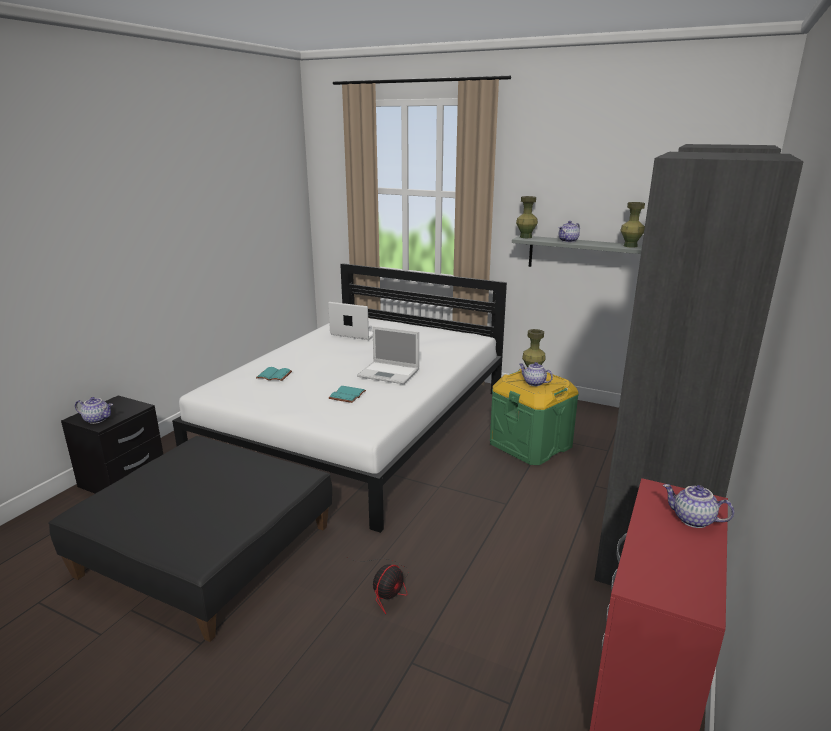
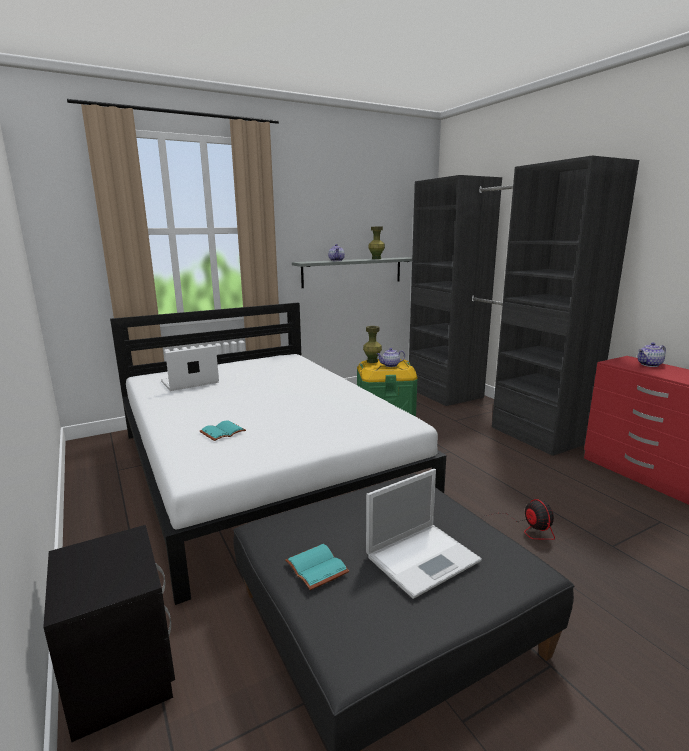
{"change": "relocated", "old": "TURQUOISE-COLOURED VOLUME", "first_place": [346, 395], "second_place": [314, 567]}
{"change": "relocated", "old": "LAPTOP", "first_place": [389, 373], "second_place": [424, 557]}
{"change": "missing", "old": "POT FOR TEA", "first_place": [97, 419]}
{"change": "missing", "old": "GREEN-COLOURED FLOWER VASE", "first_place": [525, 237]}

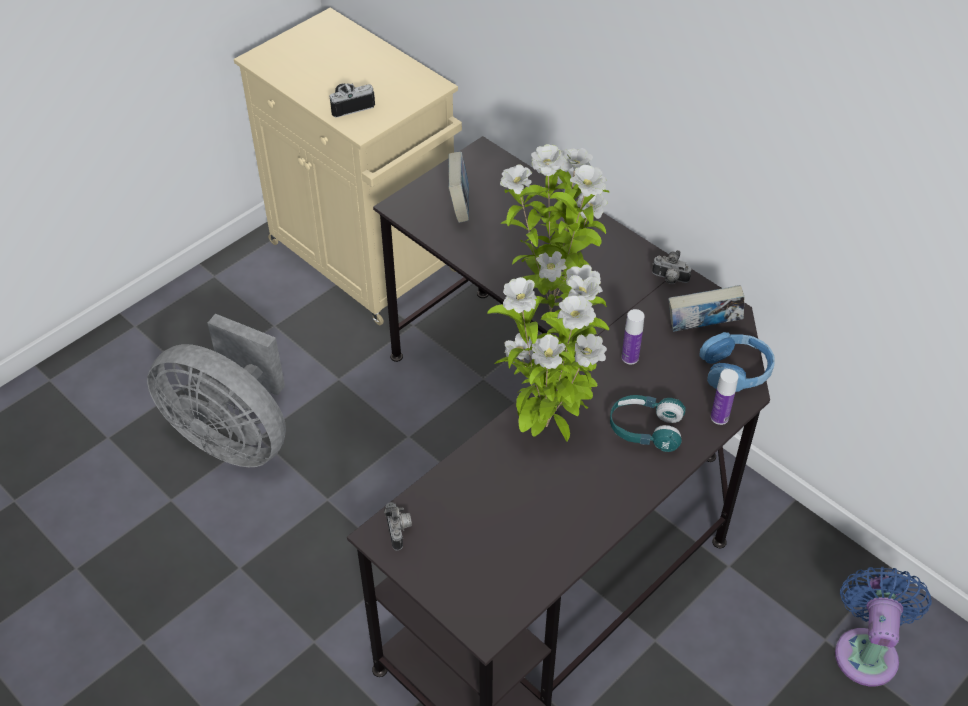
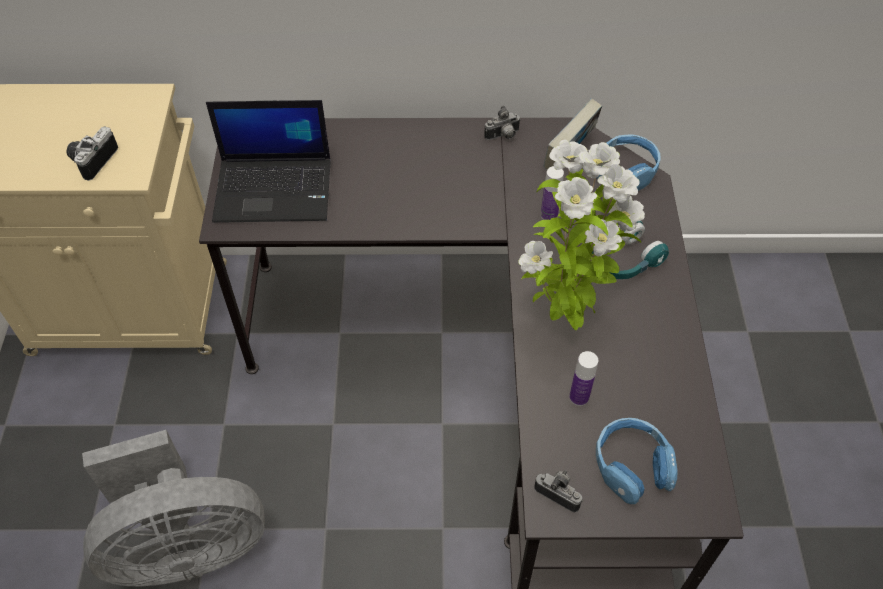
{"change": "exchanged", "old": "VOLUME", "new": "LAPTOP", "first_place": [459, 206], "second_place": [275, 189]}
{"change": "relocated", "old": "BEVERAGE BOTTLE", "first_place": [719, 417], "second_place": [579, 397]}
{"change": "appeared", "new": "BLUE PAIR OF HEADPHONES", "second_place": [631, 465]}
{"change": "missing", "old": "POTTED PLANT", "first_place": [552, 309]}
{"change": "missing", "old": "BLUE ELECTRIC FAN", "first_place": [867, 650]}

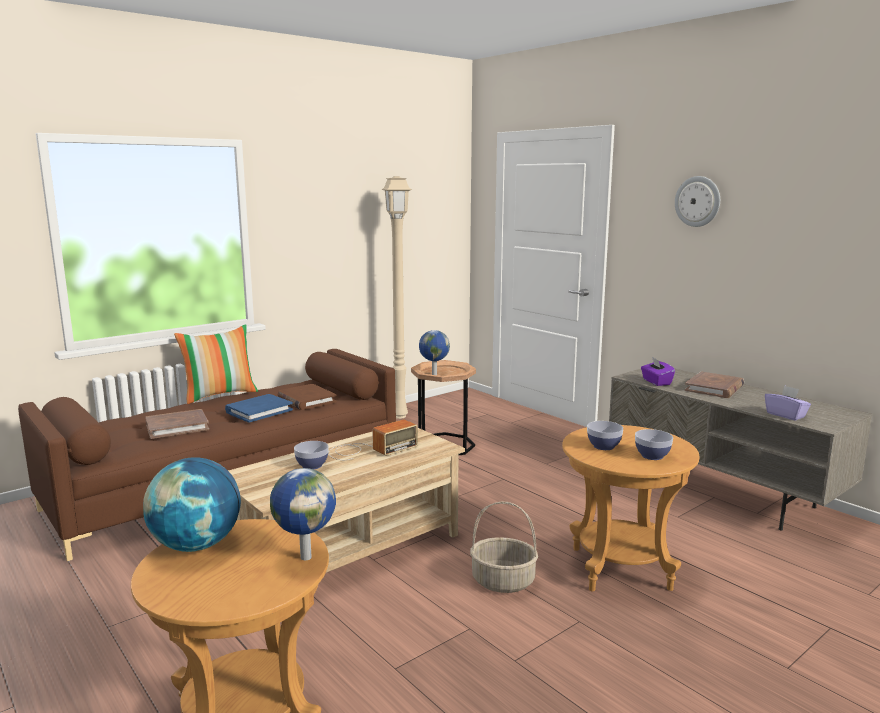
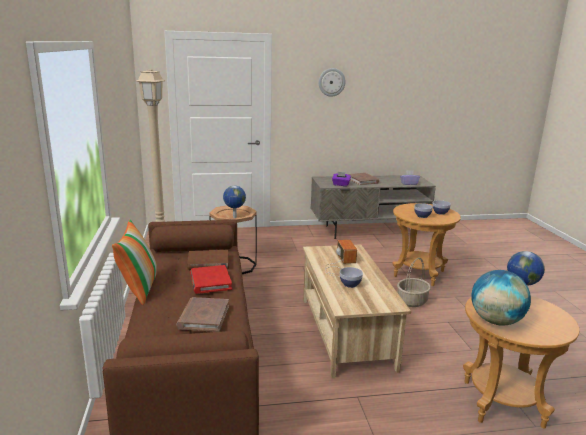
{"change": "colour", "old": "BLUE VOLUME", "new": "REDDISH VOLUME", "first_place": [259, 411], "second_place": [210, 282]}

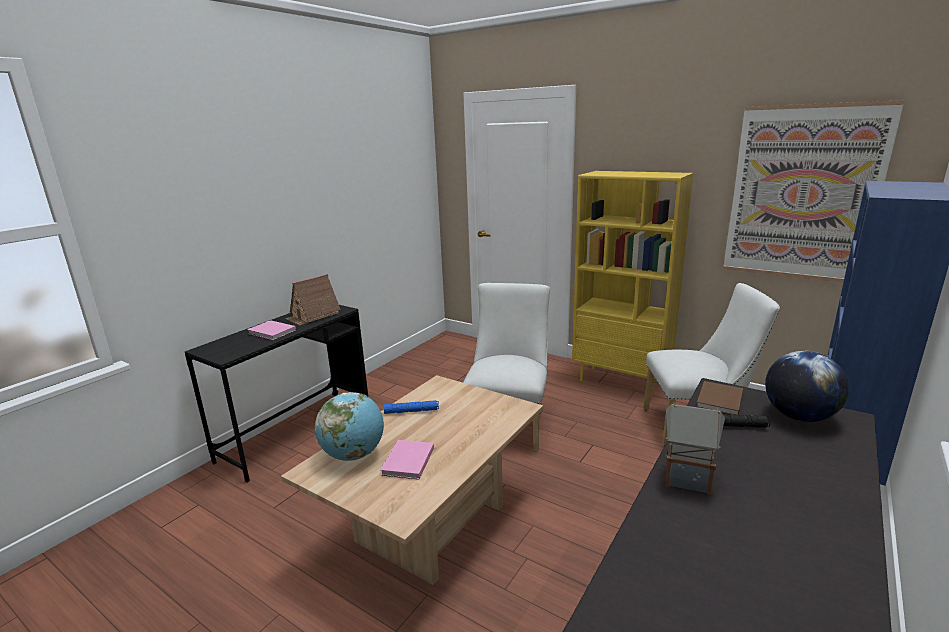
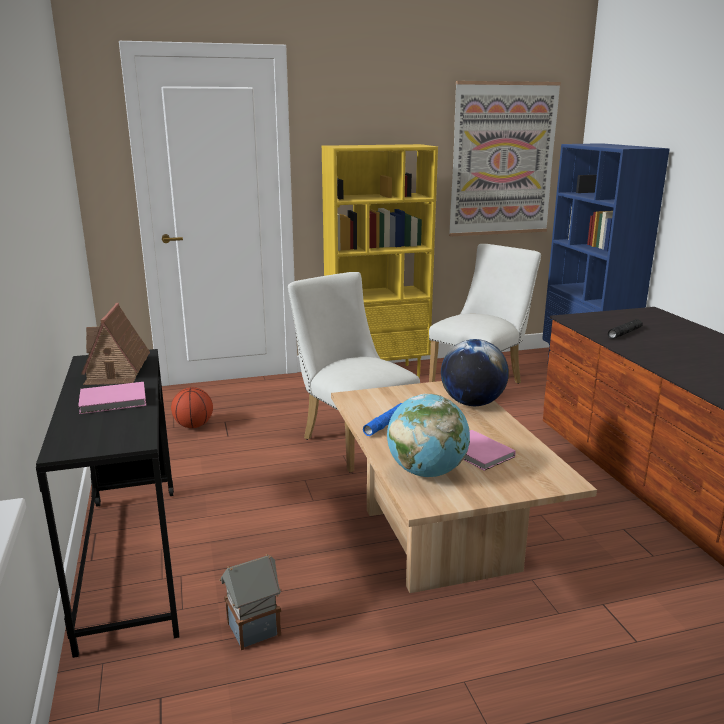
{"change": "appeared", "new": "BASKETBALL BALL", "second_place": [194, 426]}
{"change": "relocated", "old": "TOY HOUSE", "first_place": [685, 477], "second_place": [252, 630]}
{"change": "relocated", "old": "GLOBE", "first_place": [799, 417], "second_place": [472, 403]}
{"change": "missing", "old": "BROWN VOLUME", "first_place": [718, 401]}

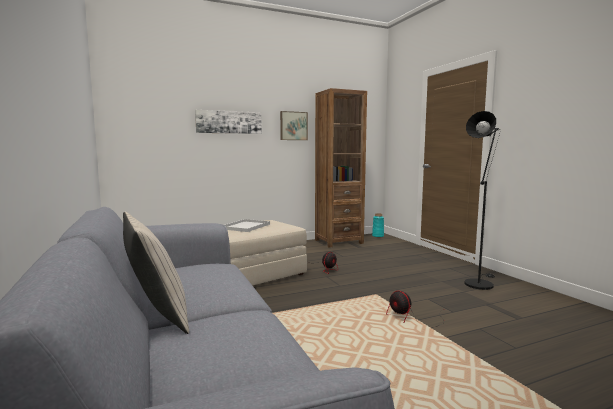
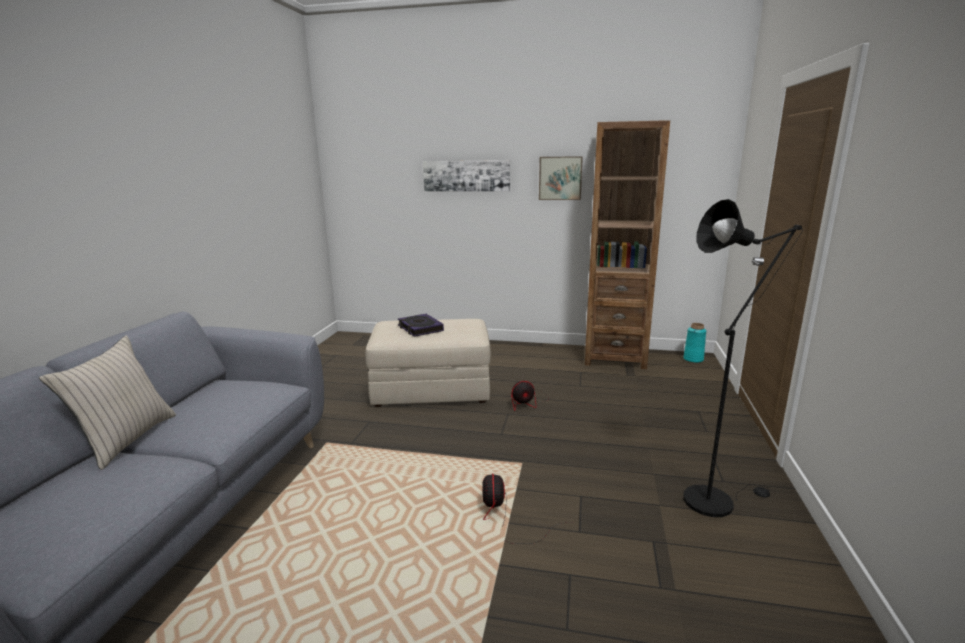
{"change": "exchanged", "old": "WHITISH CARRYING TRAY", "new": "VOLUME", "first_place": [245, 226], "second_place": [420, 328]}

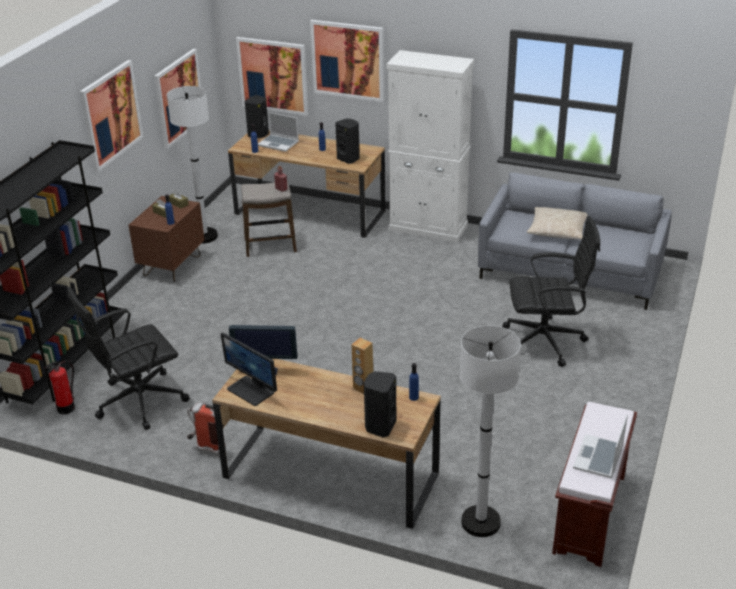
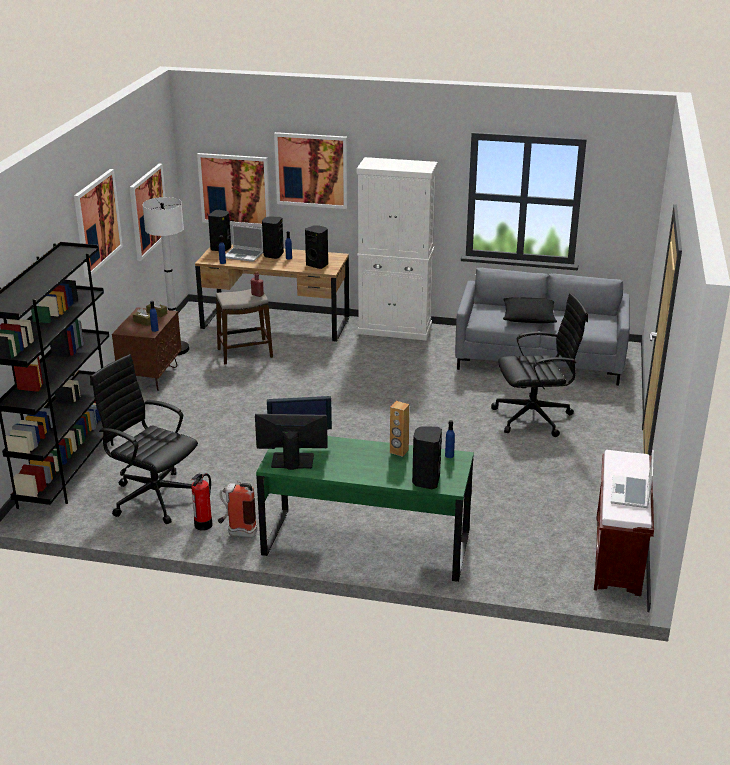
{"change": "spun", "old": "BLACKISH DESK CHAIR", "first_place": [138, 401], "second_place": [154, 497], "degrees": 75}
{"change": "relocated", "old": "EXTINGUISHER", "first_place": [66, 408], "second_place": [203, 525]}
{"change": "spun", "old": "MONITOR", "first_place": [251, 390], "second_place": [292, 461], "degrees": 150}
{"change": "colour", "old": "BROWN DESK TABLE", "new": "GREEN-COLOURED DESK TABLE", "first_place": [330, 475], "second_place": [366, 544]}
{"change": "appeared", "new": "BLACKISH AUDIO SPEAKER", "second_place": [273, 255]}
{"change": "colour", "old": "SAND-COLOURED PILLOW", "new": "BLACKISH PILLOW", "first_place": [557, 230], "second_place": [528, 317]}
{"change": "missing", "old": "WHITISH STANDING LAMP", "first_place": [480, 522]}

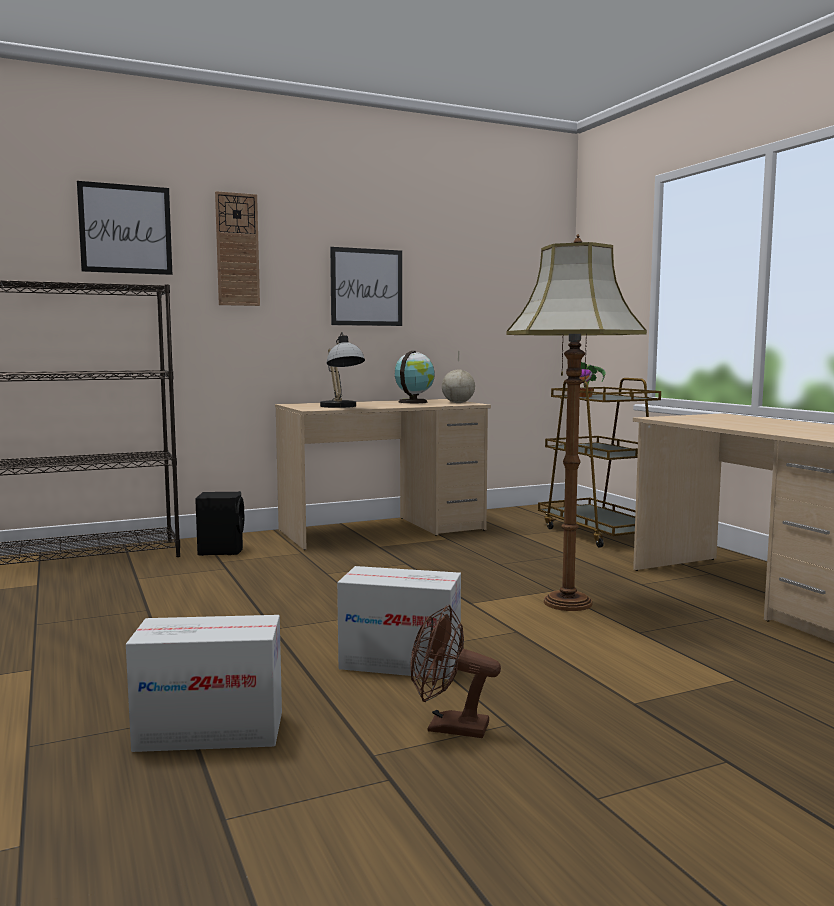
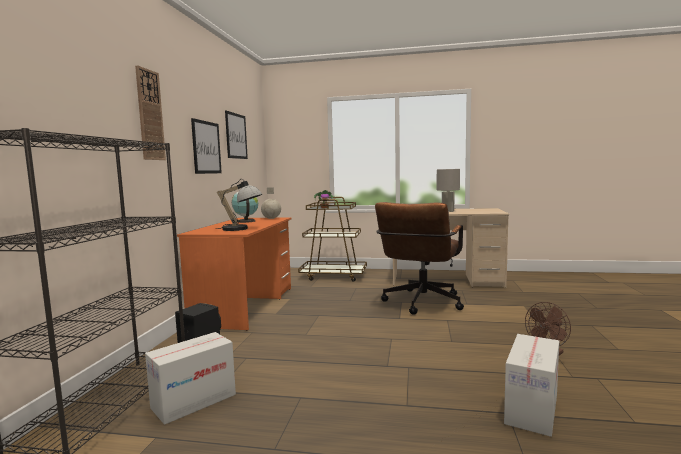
{"change": "relocated", "old": "CARDBOARD BOX", "first_place": [400, 662], "second_place": [194, 401]}
{"change": "colour", "old": "SAND-COLOURED DESK TABLE", "new": "ORANGE DESK TABLE", "first_place": [382, 530], "second_place": [245, 306]}
{"change": "relocated", "old": "WALL ART", "first_place": [125, 229], "second_place": [236, 136]}
{"change": "exchanged", "old": "STANDING LAMP", "new": "BROWN DESK CHAIR", "first_place": [566, 603], "second_place": [420, 304]}
{"change": "appeared", "new": "GREYISH TABLE LAMP", "second_place": [448, 211]}

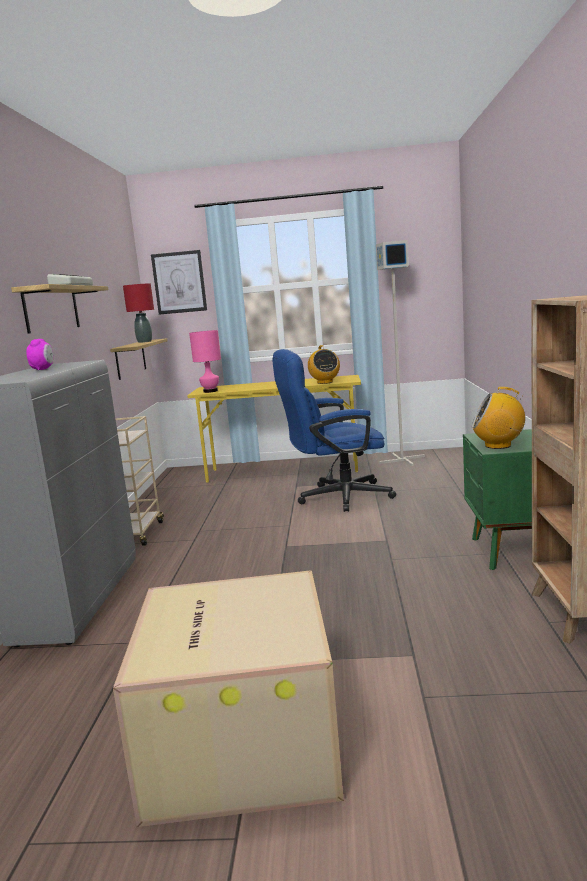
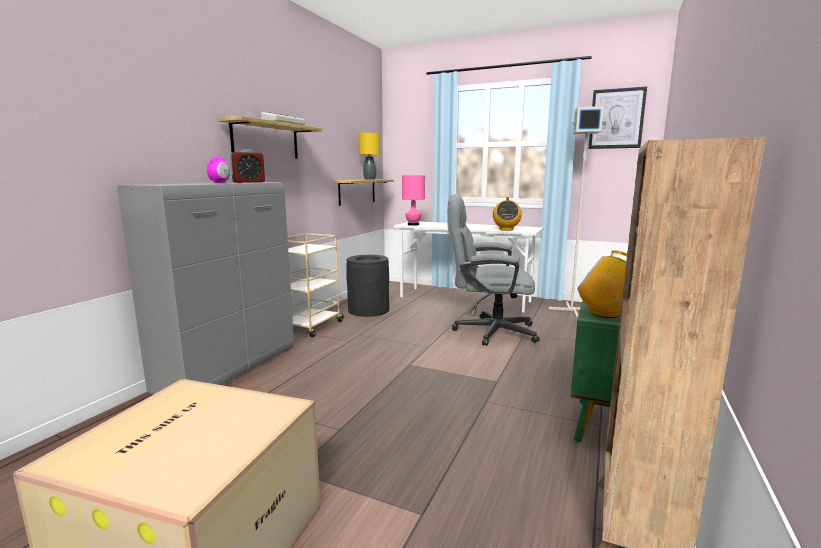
{"change": "appeared", "new": "ALARM CLOCK", "second_place": [248, 182]}
{"change": "appeared", "new": "BLACKISH RUBBISH BIN", "second_place": [368, 310]}
{"change": "colour", "old": "REDDISH TABLE LAMP", "new": "YELLOWISH TABLE LAMP", "first_place": [145, 342], "second_place": [370, 179]}
{"change": "colour", "old": "YELLOWISH DESK TABLE", "new": "WHITISH DESK TABLE", "first_place": [283, 470], "second_place": [465, 299]}
{"change": "colour", "old": "BLUE DESK CHAIR", "new": "GREYISH DESK CHAIR", "first_place": [336, 498], "second_place": [487, 331]}
{"change": "relocated", "old": "WALL ART", "first_place": [179, 282], "second_place": [616, 119]}

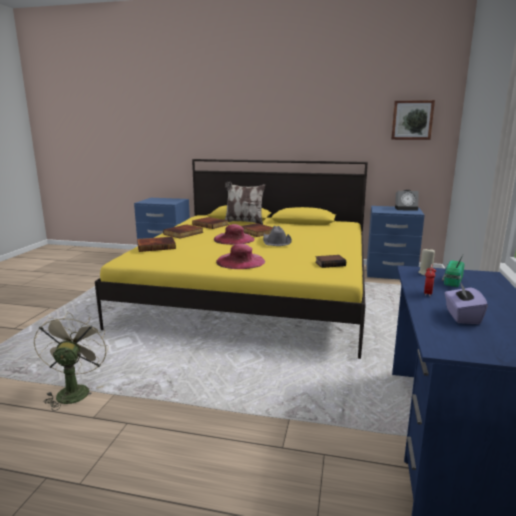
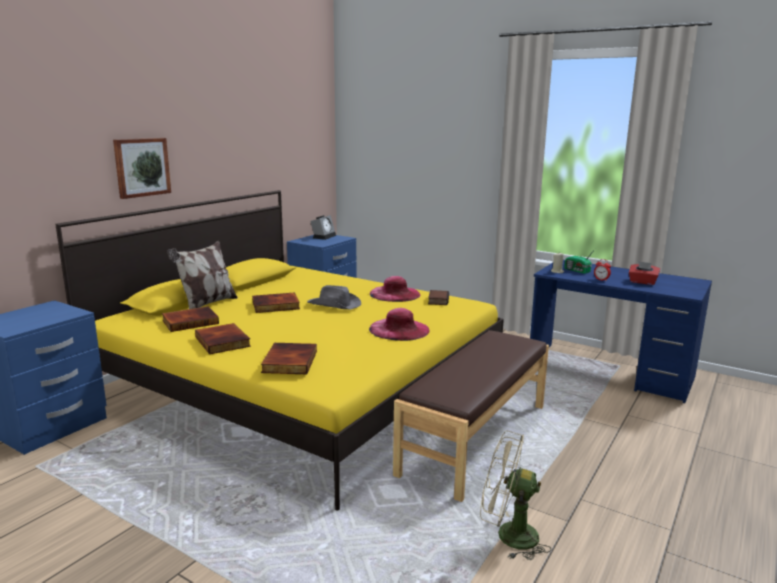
{"change": "relocated", "old": "WALL ART", "first_place": [412, 120], "second_place": [141, 167]}
{"change": "relocated", "old": "PINK-COLOURED CLOTHING HAT", "first_place": [234, 239], "second_place": [394, 294]}
{"change": "appeared", "new": "BROWN LONG SEAT", "second_place": [474, 438]}
{"change": "colour", "old": "PURPLISH TISSUE HOLDER", "new": "REDDISH TISSUE HOLDER", "first_place": [462, 316], "second_place": [642, 282]}

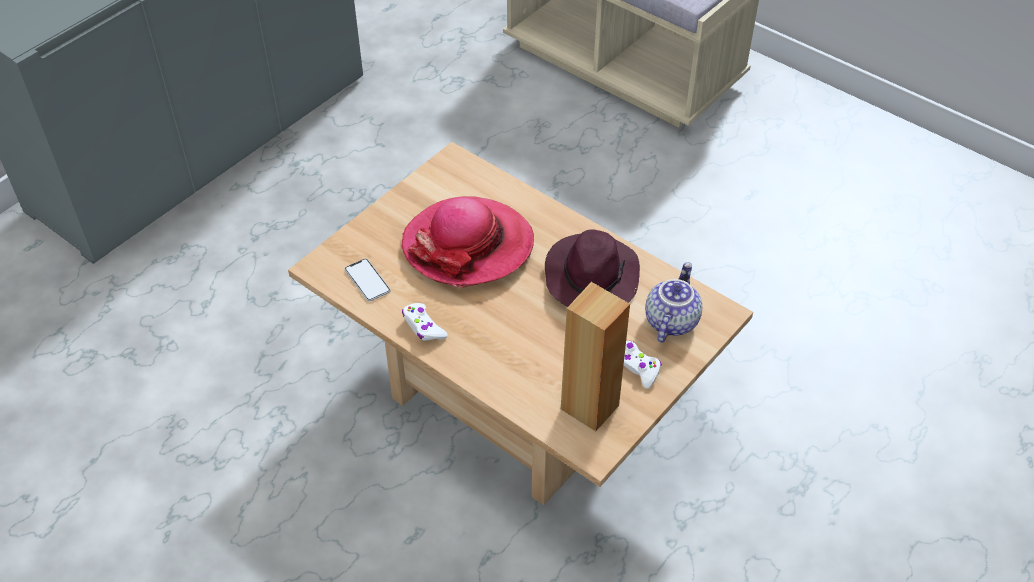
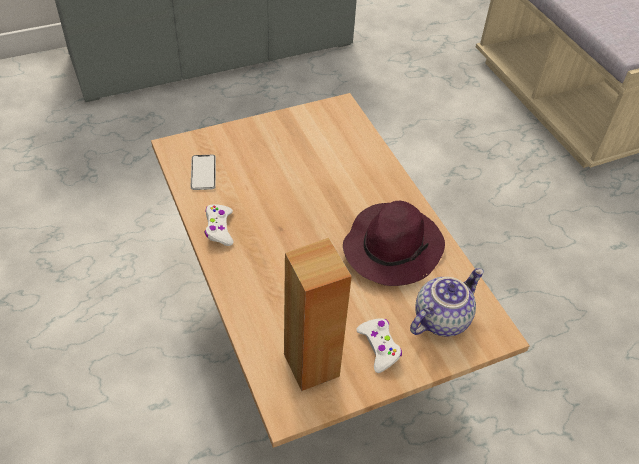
{"change": "missing", "old": "CLOTHING HAT", "first_place": [468, 245]}

